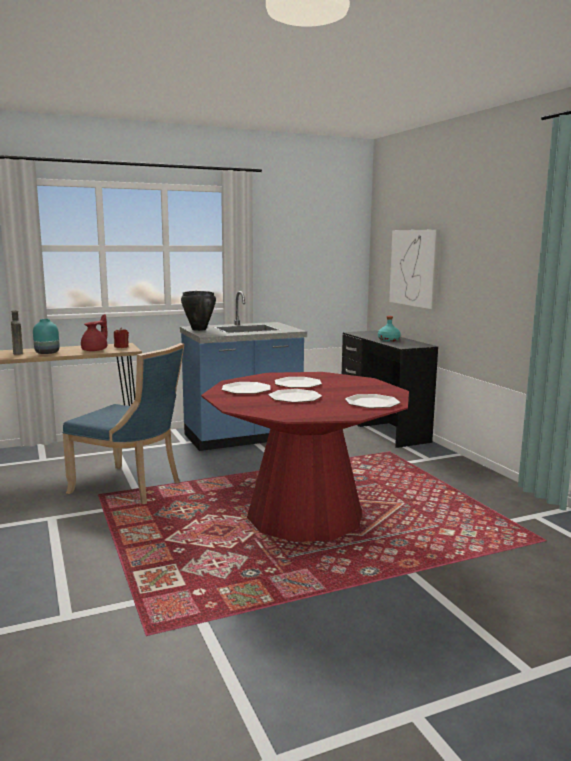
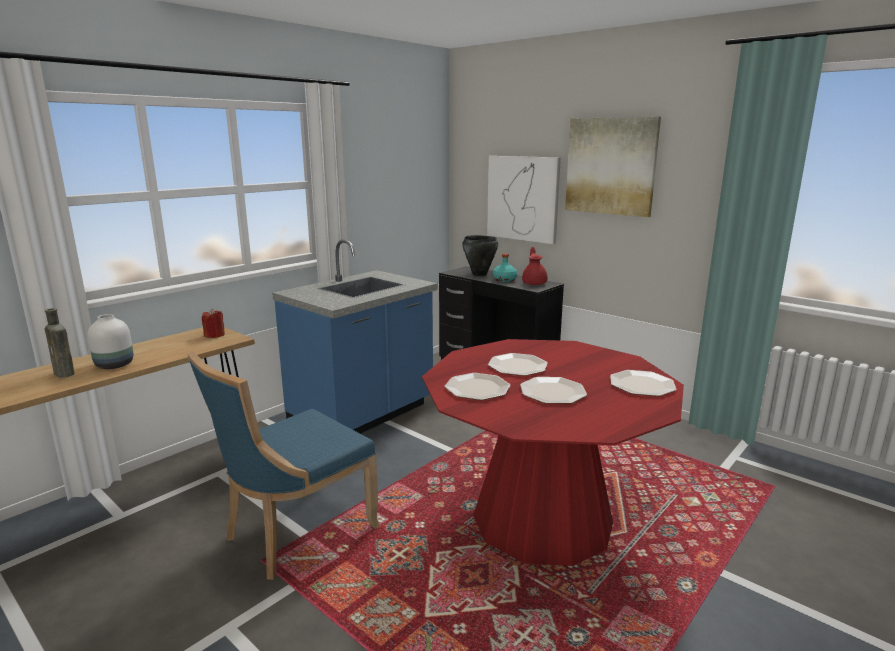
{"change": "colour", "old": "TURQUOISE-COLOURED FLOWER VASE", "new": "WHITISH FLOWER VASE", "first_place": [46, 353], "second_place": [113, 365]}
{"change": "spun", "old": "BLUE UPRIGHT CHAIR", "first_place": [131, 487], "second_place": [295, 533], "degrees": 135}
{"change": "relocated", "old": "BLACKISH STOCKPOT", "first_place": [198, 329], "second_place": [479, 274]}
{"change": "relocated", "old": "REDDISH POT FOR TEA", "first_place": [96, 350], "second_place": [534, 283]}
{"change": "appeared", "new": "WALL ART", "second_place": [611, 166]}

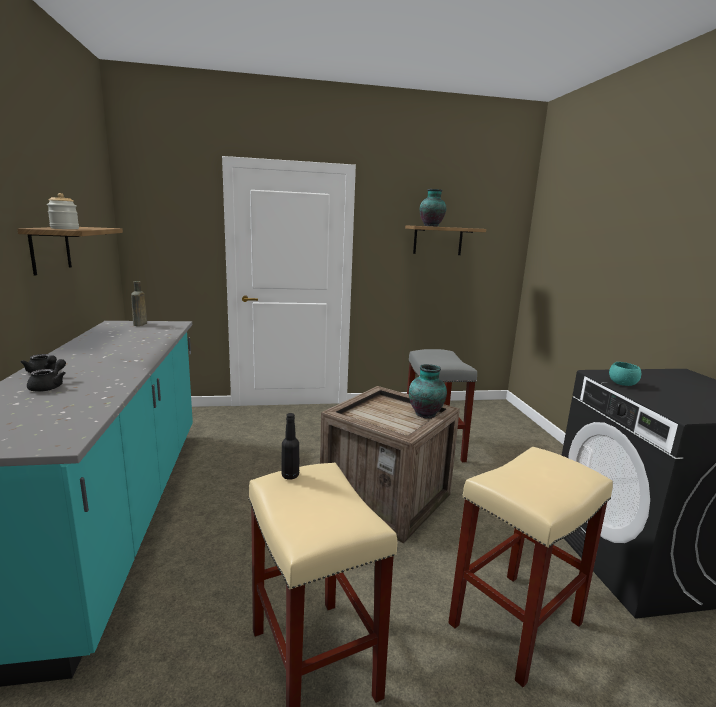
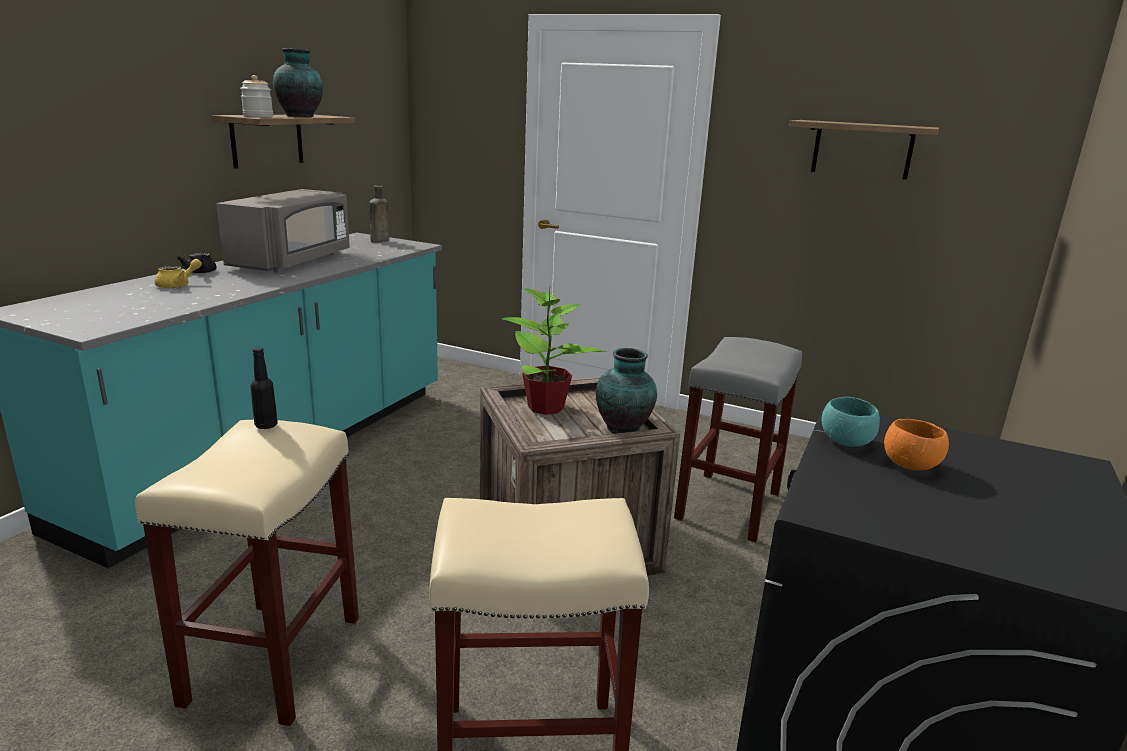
{"change": "colour", "old": "BLACKISH POT FOR TEA", "new": "YELLOWISH POT FOR TEA", "first_place": [49, 386], "second_place": [178, 285]}
{"change": "appeared", "new": "GREYISH MICROWAVE OVEN", "second_place": [293, 261]}
{"change": "relocated", "old": "FLOWER VASE", "first_place": [431, 226], "second_place": [301, 116]}
{"change": "appeared", "new": "POTTED PLANT", "second_place": [546, 408]}
{"change": "appeared", "new": "ORANGE BOWL", "second_place": [910, 465]}

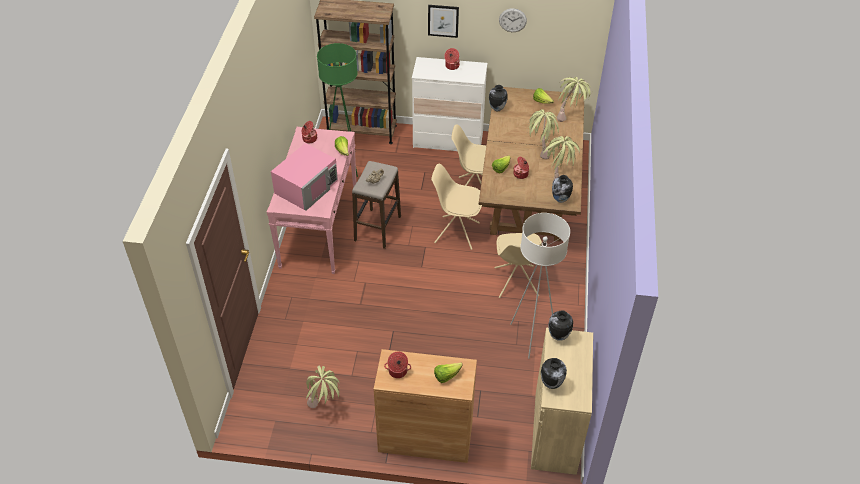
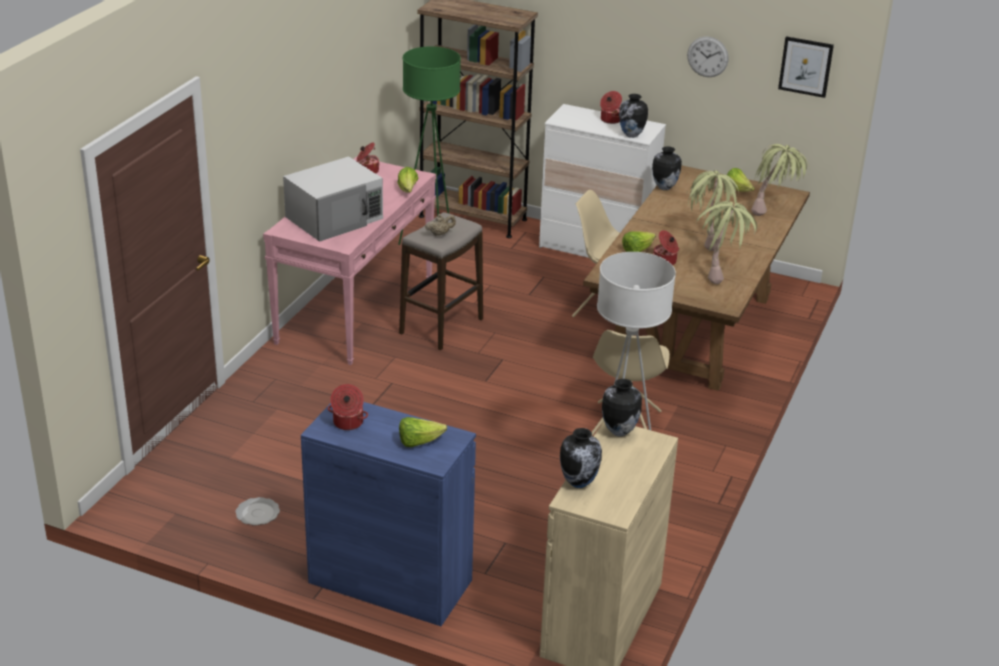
{"change": "exchanged", "old": "POTTED PLANT", "new": "FLAT DISH", "first_place": [325, 407], "second_place": [257, 513]}
{"change": "colour", "old": "PINK-COLOURED MICROWAVE OVEN", "new": "WHITISH MICROWAVE OVEN", "first_place": [307, 187], "second_place": [335, 218]}
{"change": "colour", "old": "BROWN CUPBOARD", "new": "BLUE CUPBOARD", "first_place": [425, 437], "second_place": [390, 581]}
{"change": "relocated", "old": "FLOWER VASE", "first_place": [560, 200], "second_place": [631, 135]}
{"change": "relocated", "old": "WALL ART", "first_place": [443, 20], "second_place": [805, 66]}
{"change": "missing", "old": "SAND-COLOURED UPRIGHT CHAIR", "first_place": [456, 232]}

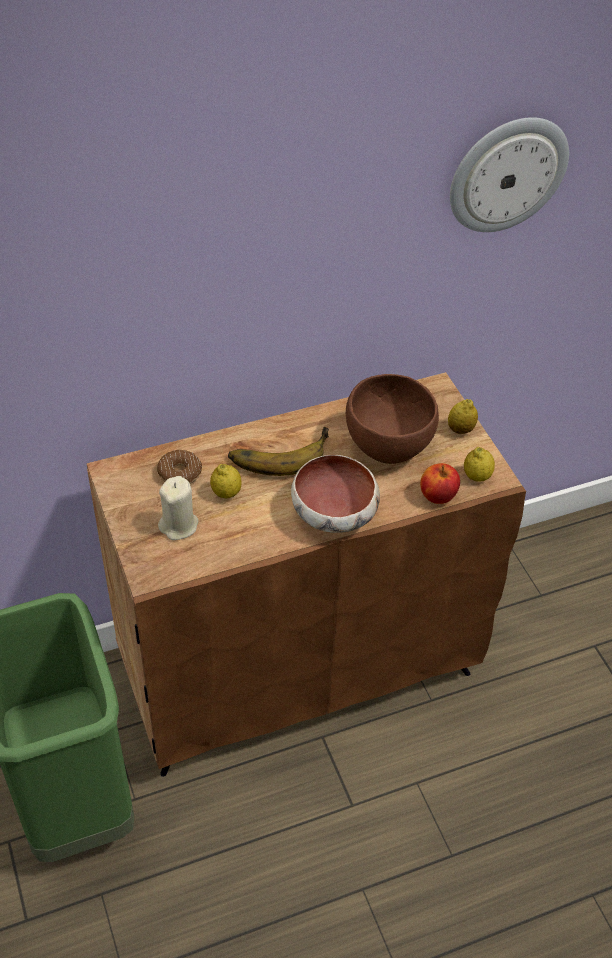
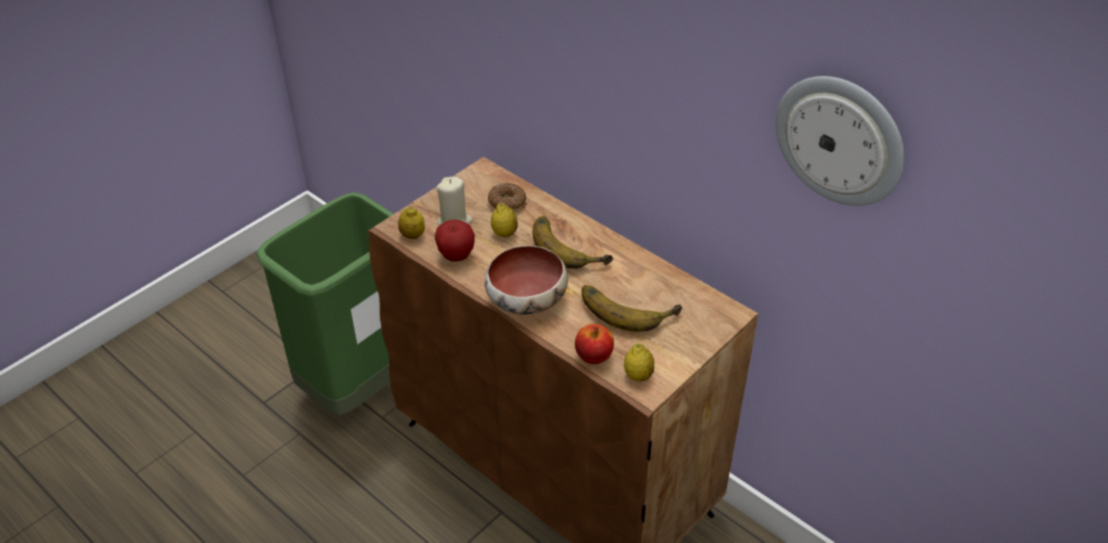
{"change": "relocated", "old": "LEMON", "first_place": [460, 429], "second_place": [412, 235]}
{"change": "appeared", "new": "APPLE FRUIT", "second_place": [456, 256]}
{"change": "exchanged", "old": "BROWN BOWL", "new": "BANANA", "first_place": [388, 447], "second_place": [627, 307]}

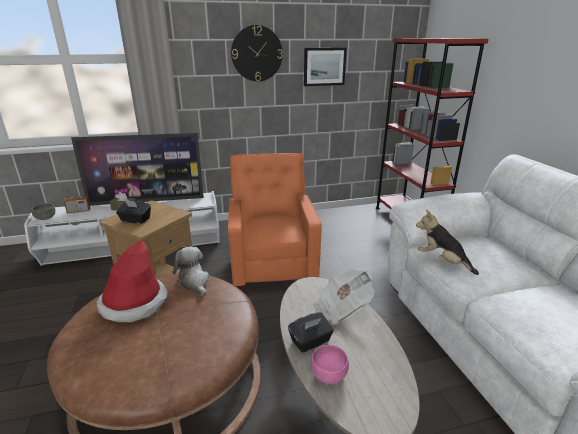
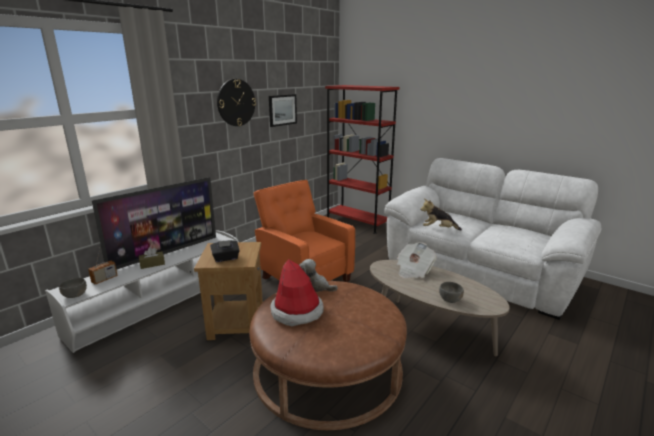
{"change": "colour", "old": "PINK-COLOURED BOWL", "new": "GREYISH BOWL", "first_place": [329, 375], "second_place": [450, 299]}
{"change": "missing", "old": "BLACKISH TISSUE HOLDER", "first_place": [310, 342]}

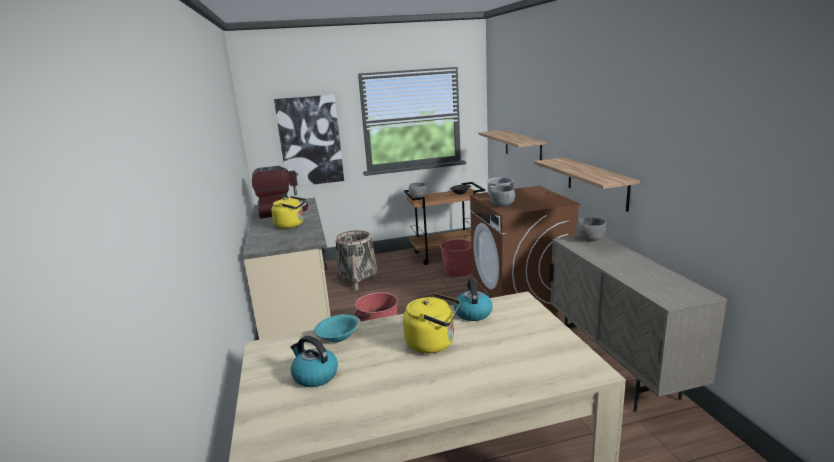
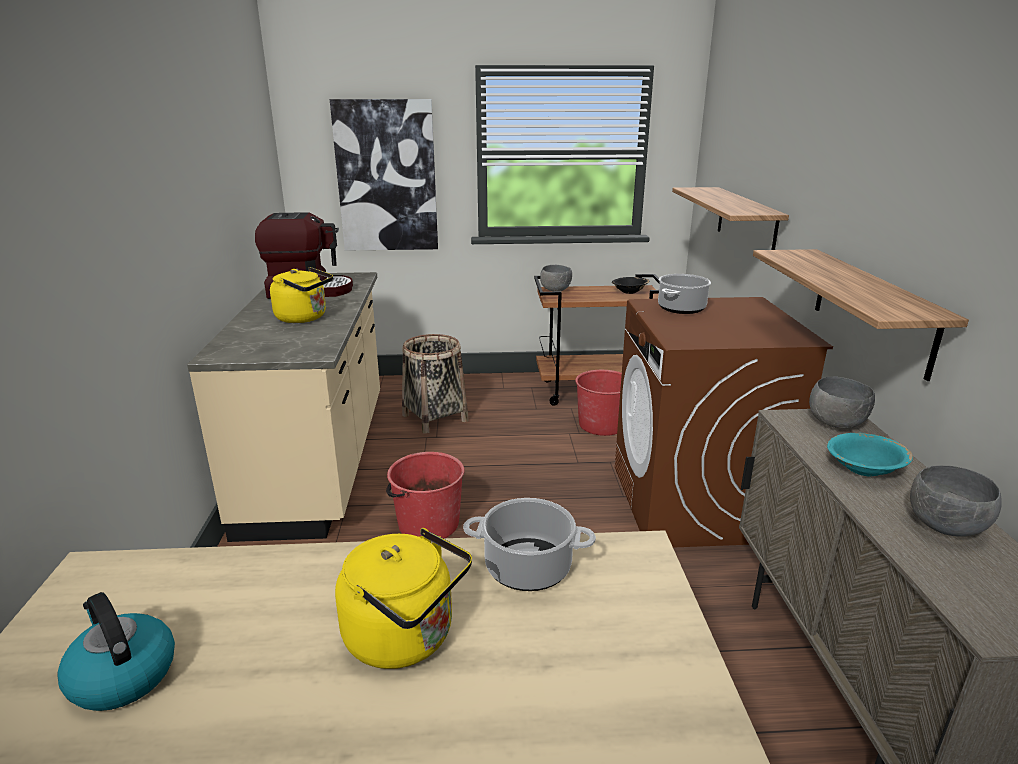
{"change": "exchanged", "old": "WATER KETTLE", "new": "STOCKPOT", "first_place": [472, 313], "second_place": [526, 568]}
{"change": "relocated", "old": "TURQUOISE-COLOURED BOWL", "first_place": [338, 337], "second_place": [864, 469]}
{"change": "relocated", "old": "GREYISH BOWL", "first_place": [502, 206], "second_place": [946, 528]}

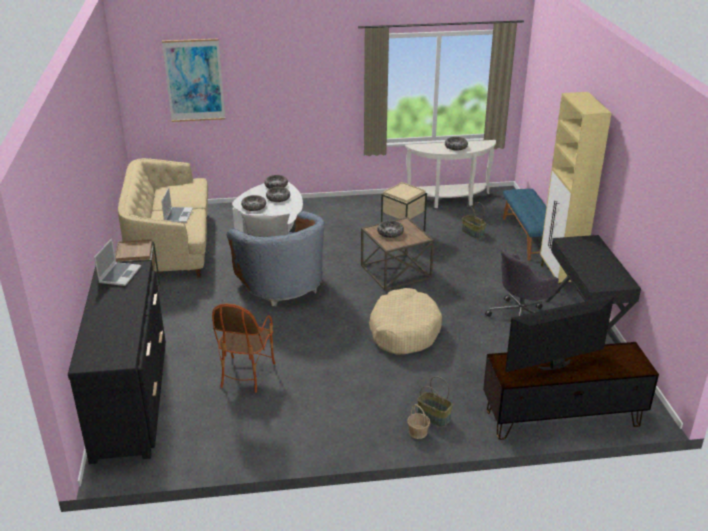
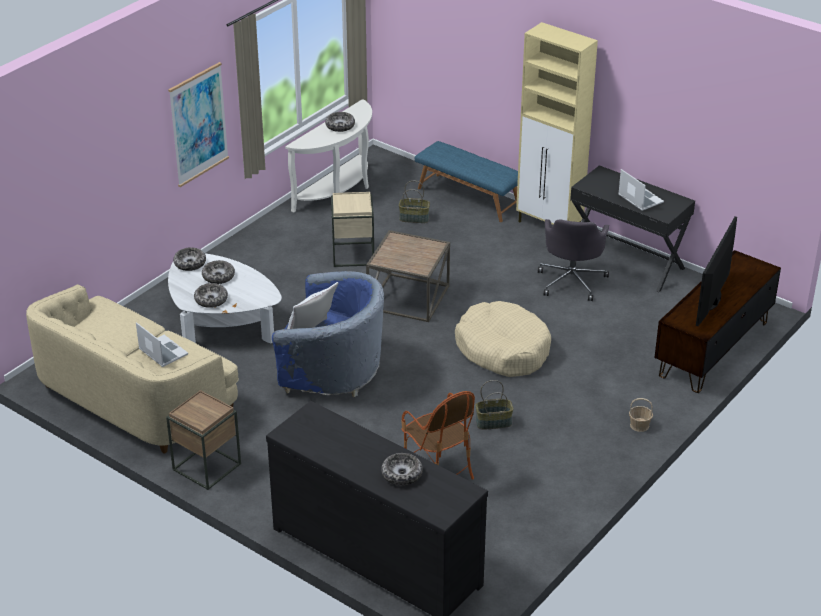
{"change": "relocated", "old": "WALL ART", "first_place": [194, 80], "second_place": [198, 124]}
{"change": "colour", "old": "BROWN ARMCHAIR", "new": "BLUE ARMCHAIR", "first_place": [282, 287], "second_place": [331, 373]}
{"change": "relocated", "old": "BOWL", "first_place": [390, 233], "second_place": [402, 474]}
{"change": "relocated", "old": "HOUSEHOLD BASKET", "first_place": [434, 417], "second_place": [494, 422]}
{"change": "relocated", "old": "LAPTOP", "first_place": [119, 275], "second_place": [639, 199]}

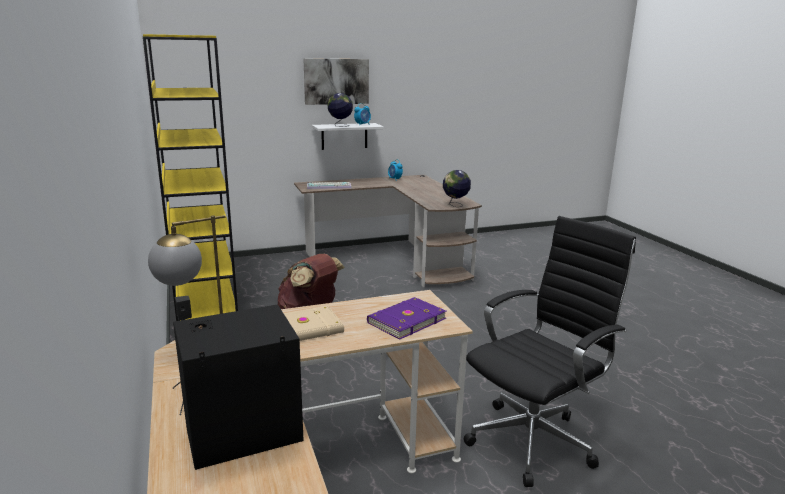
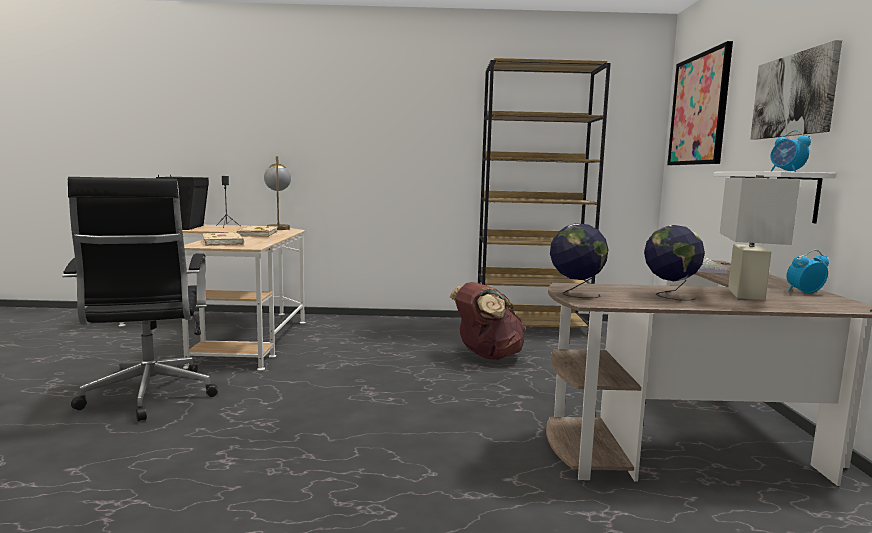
{"change": "colour", "old": "PURPLISH VOLUME", "new": "SAND-COLOURED VOLUME", "first_place": [405, 320], "second_place": [224, 242]}
{"change": "colour", "old": "YELLOWISH BOOKCASE", "new": "BROWN BOOKCASE", "first_place": [205, 305], "second_place": [531, 327]}
{"change": "relocated", "old": "GLOBE", "first_place": [340, 126], "second_place": [669, 295]}
{"change": "appeared", "new": "WALL ART", "second_place": [699, 110]}
{"change": "appeared", "new": "WHITISH TABLE LAMP", "second_place": [745, 294]}

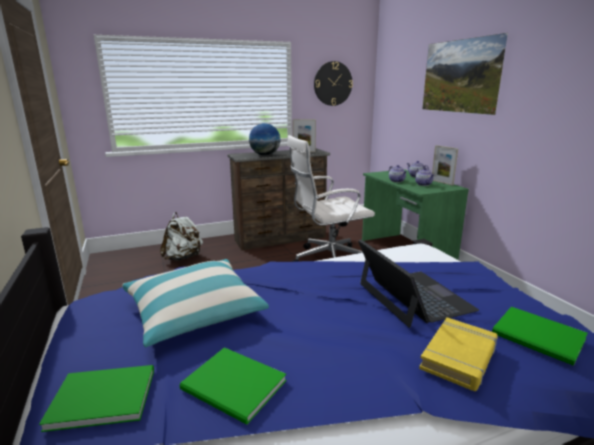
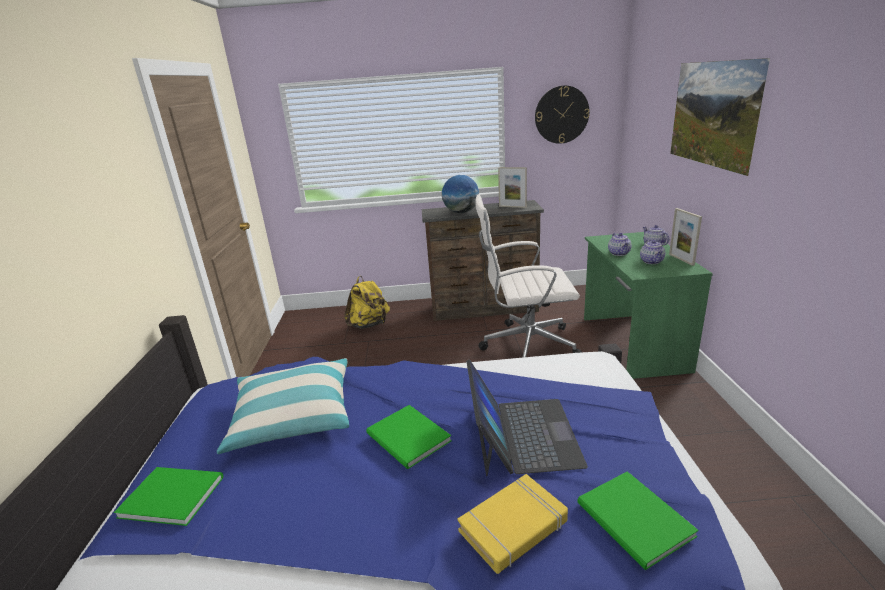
{"change": "colour", "old": "WHITISH RUCKSACK", "new": "YELLOWISH RUCKSACK", "first_place": [183, 258], "second_place": [369, 325]}
{"change": "relocated", "old": "GREEN-COLOURED VOLUME", "first_place": [234, 388], "second_place": [408, 439]}

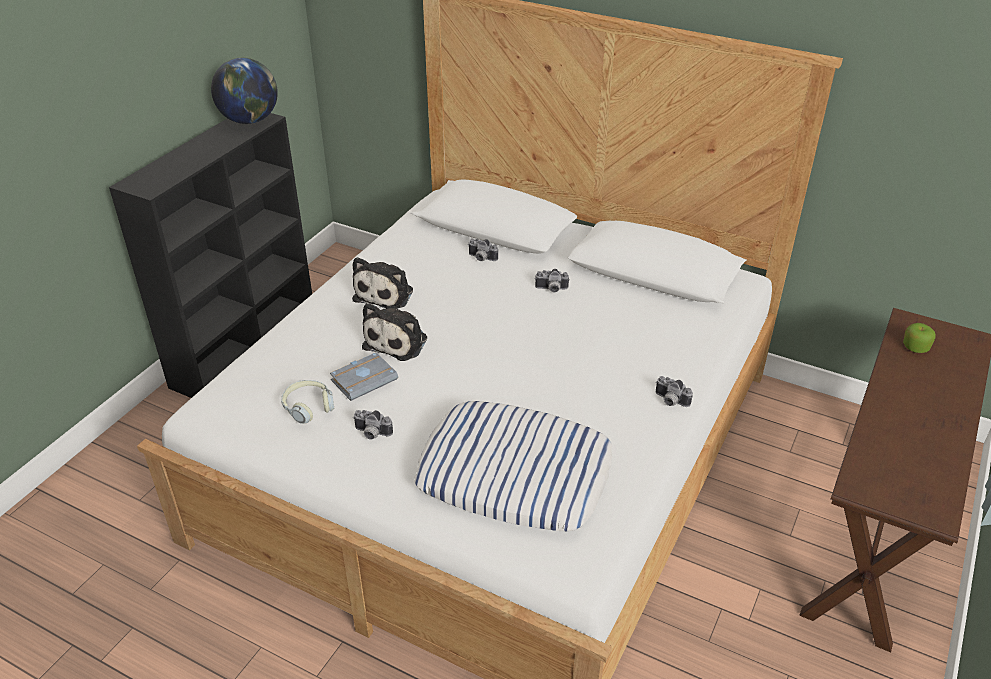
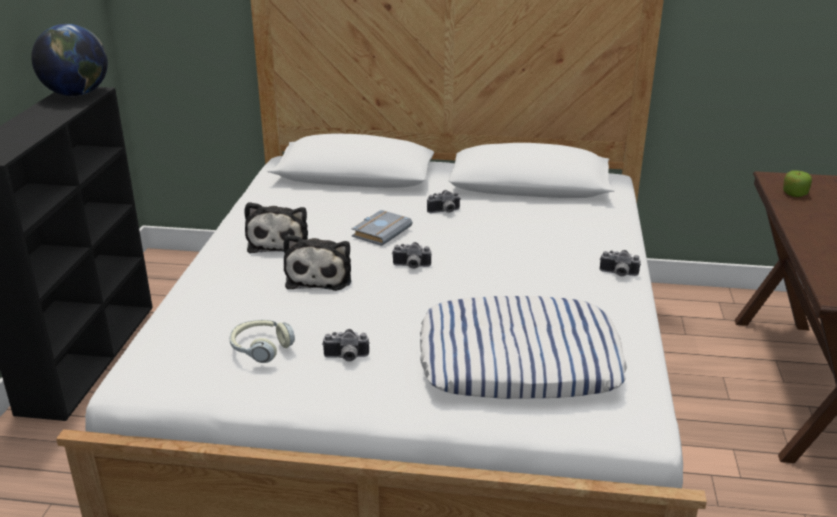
{"change": "relocated", "old": "GREYISH VOLUME", "first_place": [364, 379], "second_place": [381, 231]}
{"change": "relocated", "old": "STILL CAMERA", "first_place": [481, 258], "second_place": [411, 266]}

